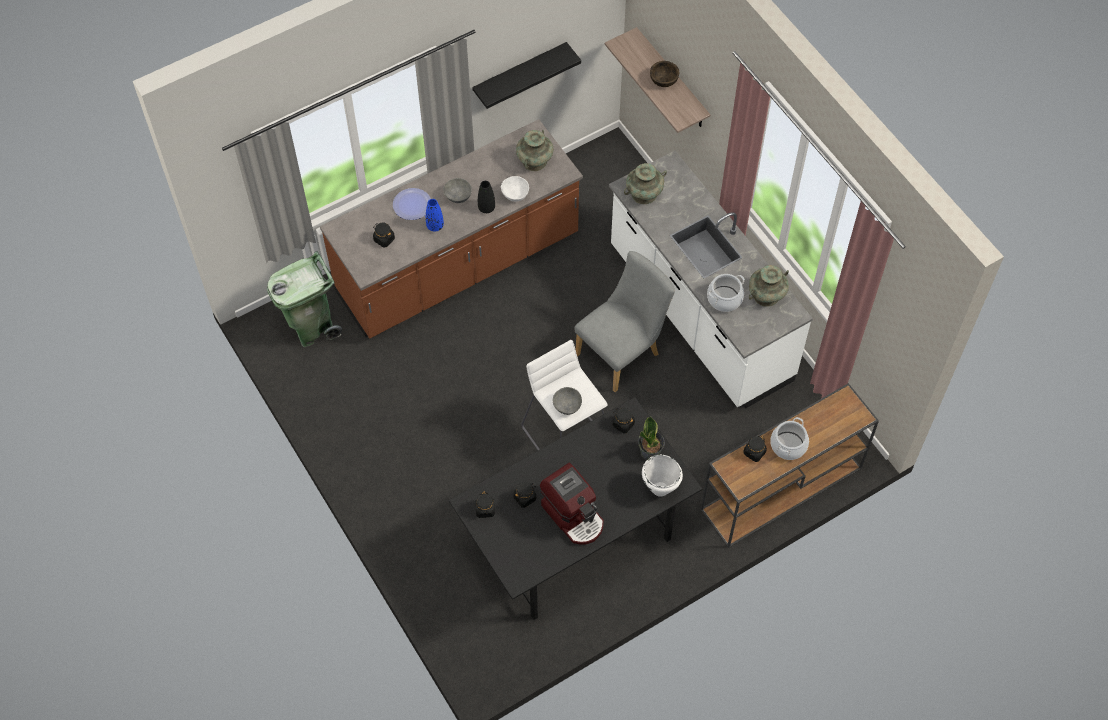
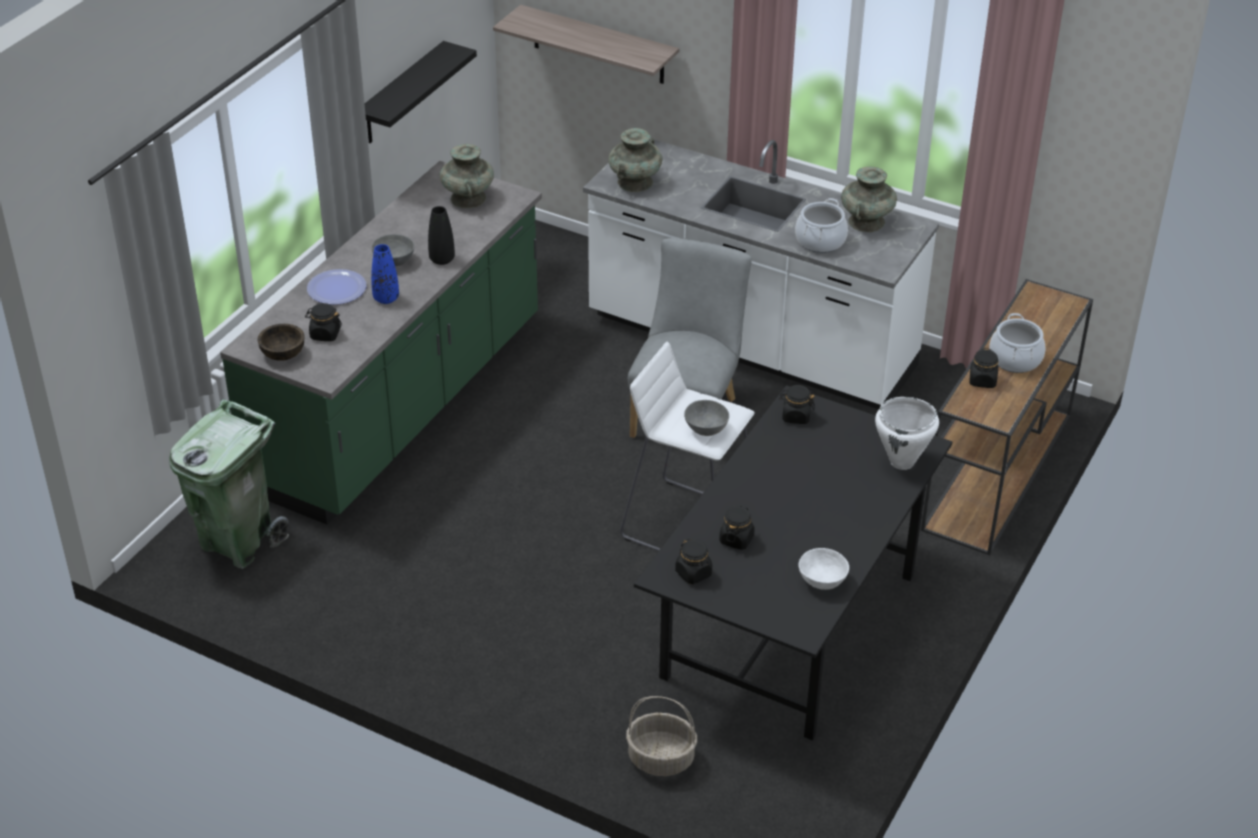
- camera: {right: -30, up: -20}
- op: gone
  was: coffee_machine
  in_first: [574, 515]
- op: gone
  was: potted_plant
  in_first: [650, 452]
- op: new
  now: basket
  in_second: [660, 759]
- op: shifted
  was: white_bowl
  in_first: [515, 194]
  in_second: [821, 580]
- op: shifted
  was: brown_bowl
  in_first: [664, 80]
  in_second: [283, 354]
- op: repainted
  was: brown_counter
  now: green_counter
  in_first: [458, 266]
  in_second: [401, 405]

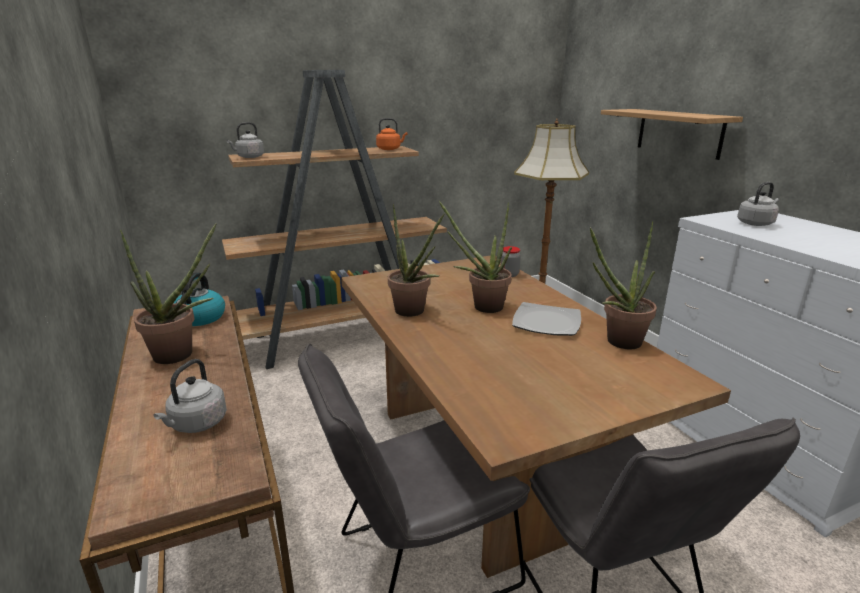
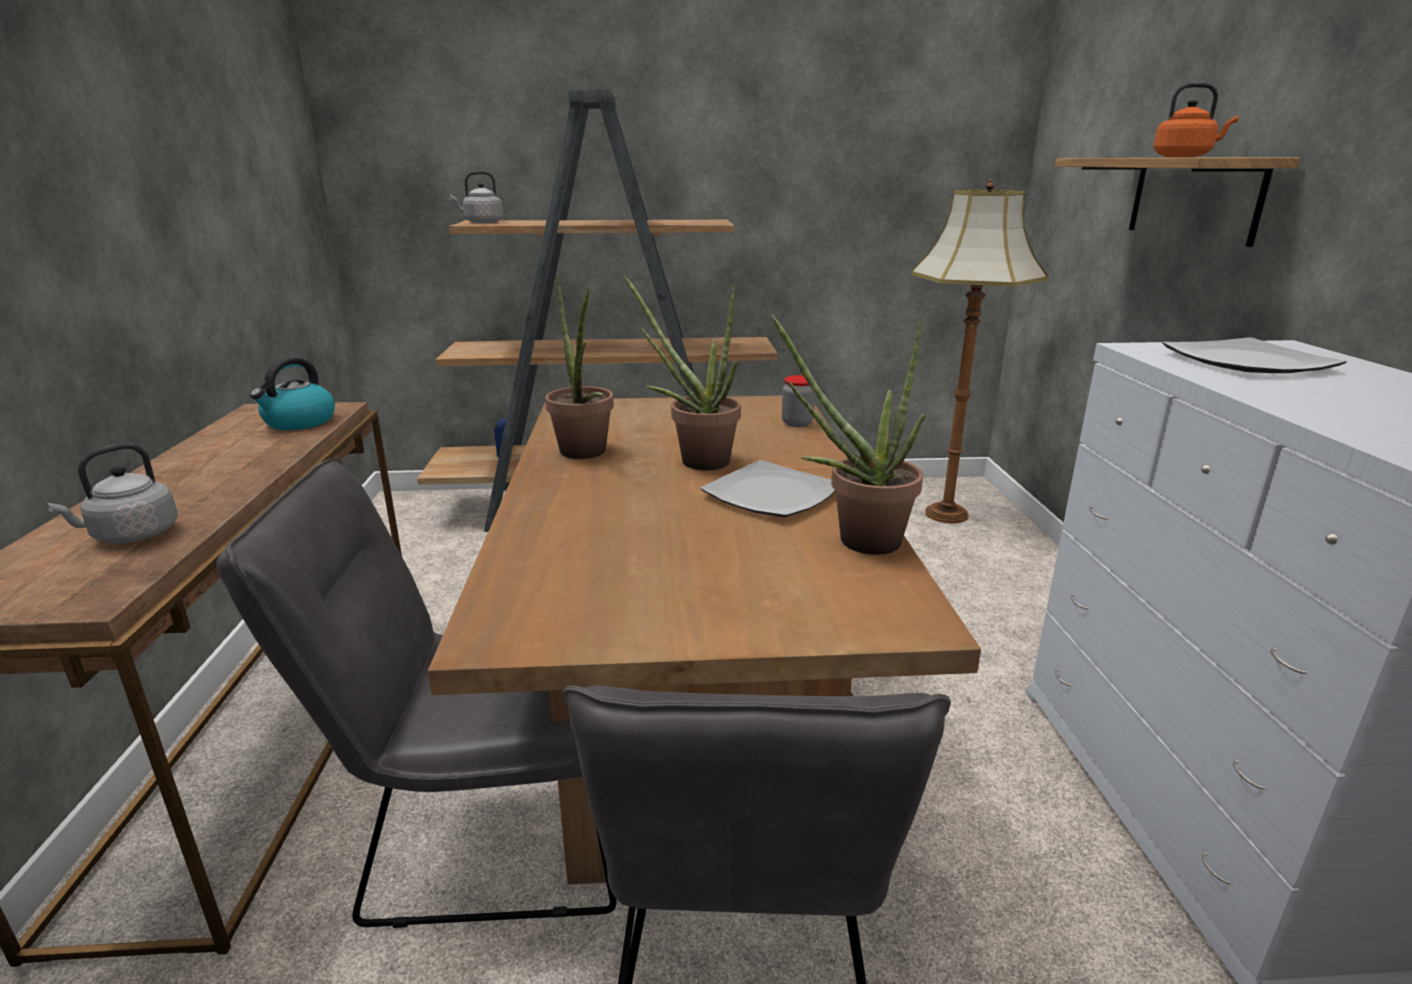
- camera: {right: 20, up: 0}
- op: gone
  was: potted_plant
  in_first: [181, 355]
- op: shifted
  was: orange_kettle
  in_first: [390, 149]
  in_second: [1184, 157]
- op: swapped
  was: grey_kettle
  now: plate
  in_first: [756, 223]
  in_second: [1247, 361]

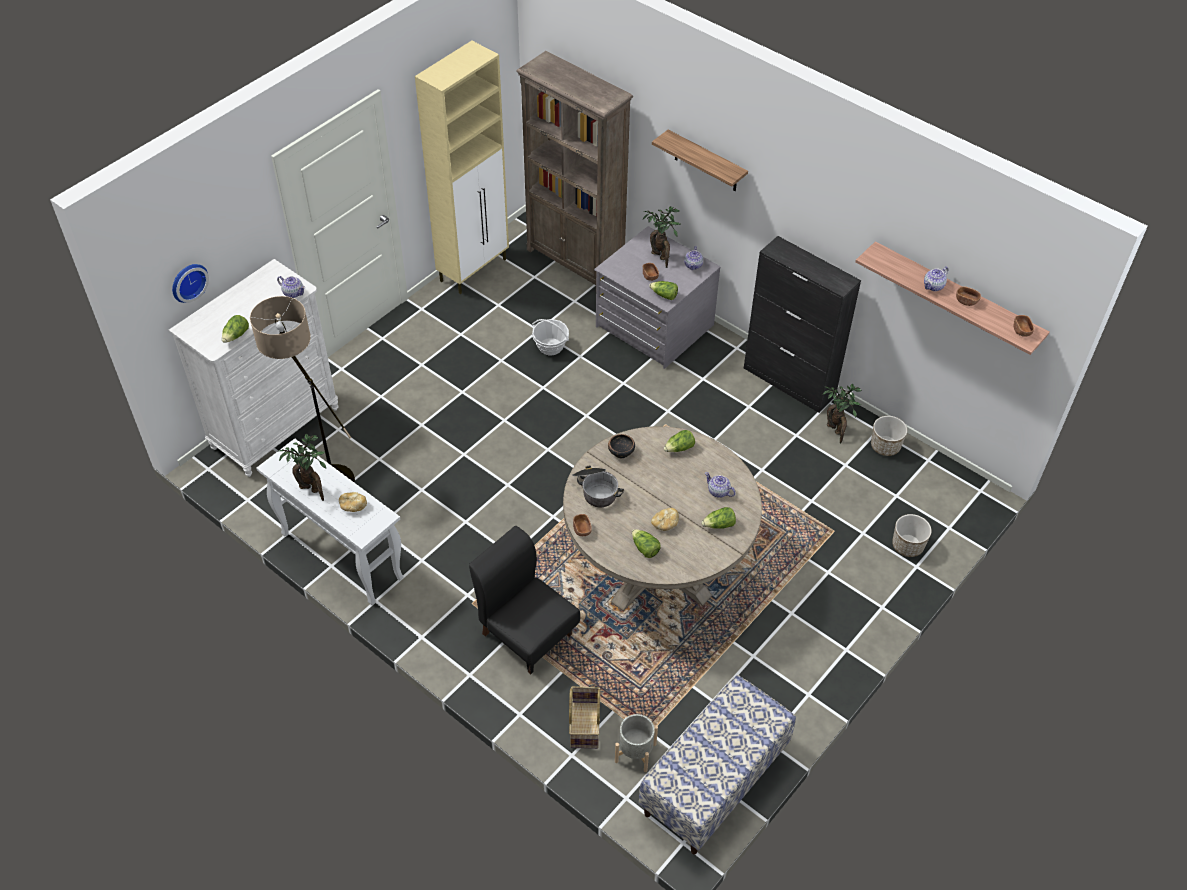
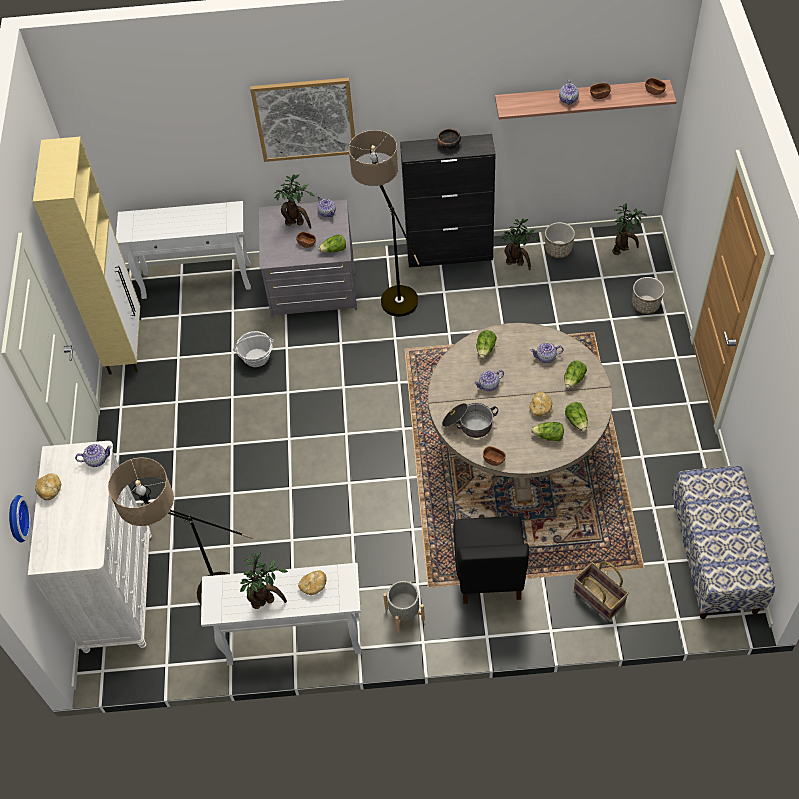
- camera: {right: -40, up: 5}
- op: new
  now: bread
  in_second: [50, 490]
- op: new
  now: floor_lamp
  in_second: [391, 292]
- op: new
  now: teapot
  in_second: [488, 385]
- op: new
  now: potted_plant
  in_second: [623, 250]
- op: shifted
  was: lettuce
  in_first: [236, 336]
  in_second: [577, 421]
- op: shifted
  was: bowl
  in_first: [621, 452]
  in_second: [449, 145]
- op: shifted
  was: grey_planter
  in_first: [635, 753]
  in_second: [405, 614]
- op: swapped
  was: brown_bookcase
  now: white_console_table
  in_first: [575, 262]
  in_second: [198, 280]
- op: swapped
  was: shelf
  now: picture
  in_first: [706, 162]
  in_second: [305, 119]
- op: rotated
  was: black_chair
  in_first: [527, 633]
  in_second: [489, 573]
  clockwise: -90

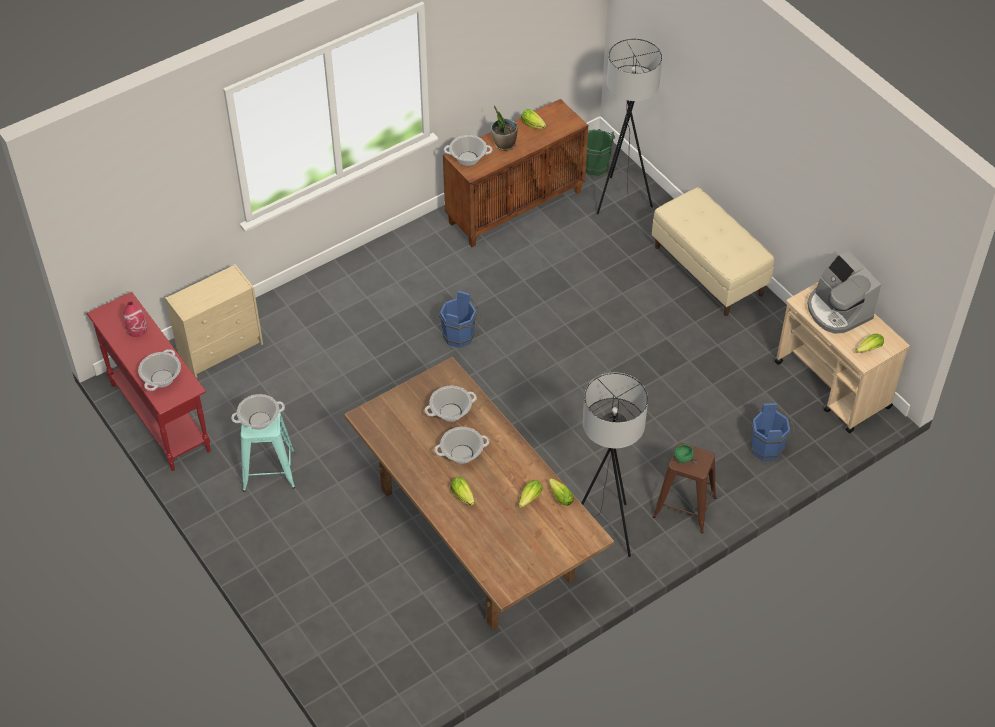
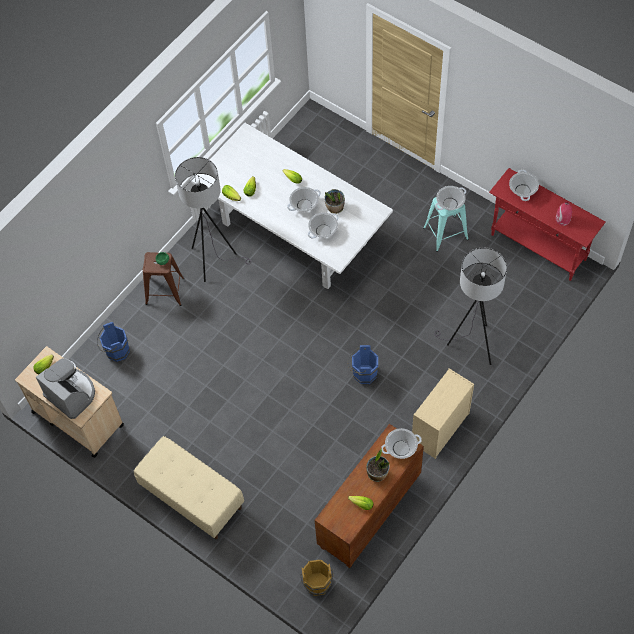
- camera: {right: 165, up: 10}
- op: new
  now: potted_plant
  in_second: [335, 208]
- op: shifted
  was: beige_dresser
  in_first: [221, 348]
  in_second: [440, 429]
- op: shifted
  was: grey_floor_lamp
  in_first: [625, 200]
  in_second: [470, 345]
- op: repainted
  was: brown_dining_table
  now: white_dining_table
  in_first: [477, 535]
  in_second: [293, 232]
- op: repainted
  was: green_bucket
  now: brown_bucket
  in_first: [596, 164]
  in_second: [317, 586]

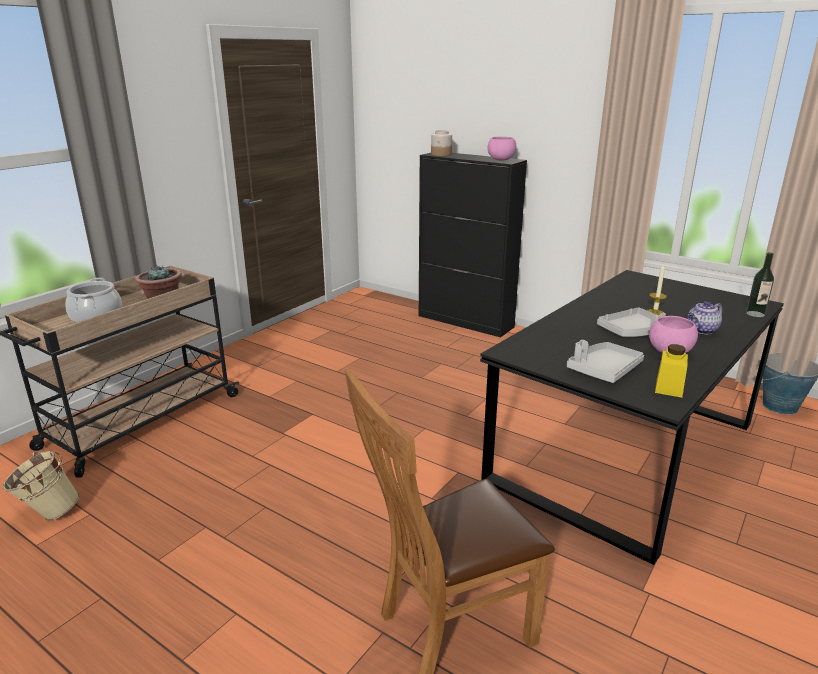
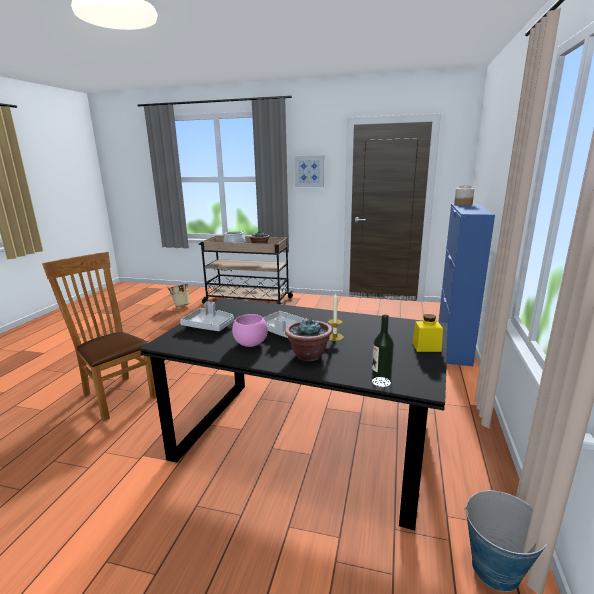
- camera: {right: 70, up: -5}
- op: gone
  was: pink_bowl
  in_first: [501, 160]
- op: new
  now: picture
  in_second: [309, 171]
- op: shifted
  was: yellow_jar
  in_first: [669, 388]
  in_second: [426, 347]
- op: swapped
  was: teapot
  now: potted_plant
  in_first: [701, 330]
  in_second: [308, 355]
- op: repainted
  was: black_cabinet
  now: blue_cabinet
  in_first: [465, 321]
  in_second: [453, 346]

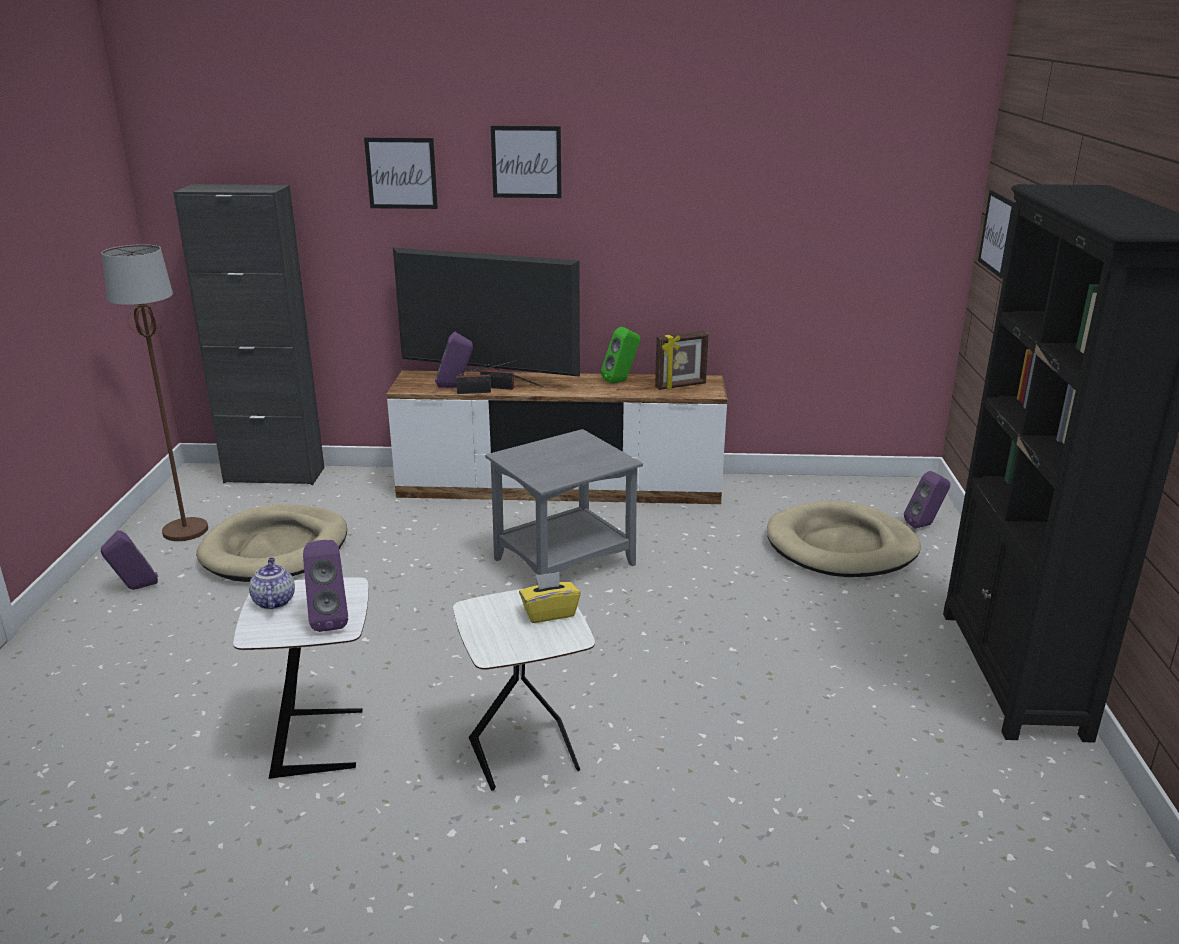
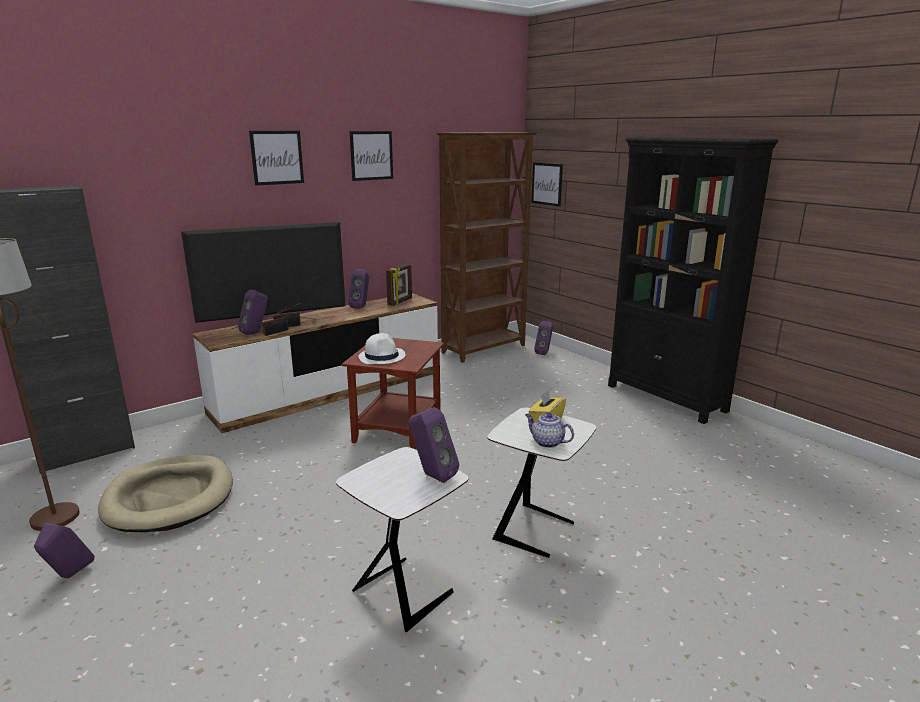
- camera: {right: -40, up: -5}
- op: gone
  was: beige_dog_bed
  in_first: [841, 546]
- op: new
  now: white_hat
  in_second: [382, 356]
- op: new
  now: brown_bookcase
  in_second: [485, 349]
- op: shifted
  was: teapot
  in_first: [273, 601]
  in_second: [547, 442]
- op: shifted
  was: picture
  in_first: [401, 173]
  in_second: [371, 155]
- op: repainted
  was: grey_side_table
  now: brown_side_table
  in_first: [563, 561]
  in_second: [396, 428]
- op: repainted
  was: green_speaker
  now: purple_speaker
  in_first: [621, 381]
  in_second: [361, 307]

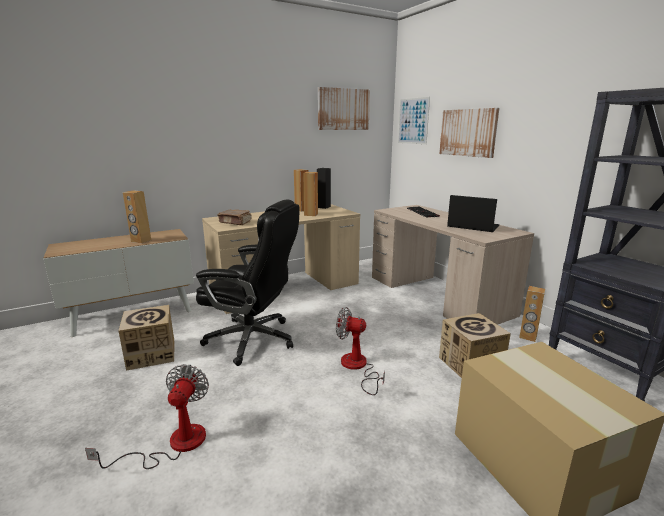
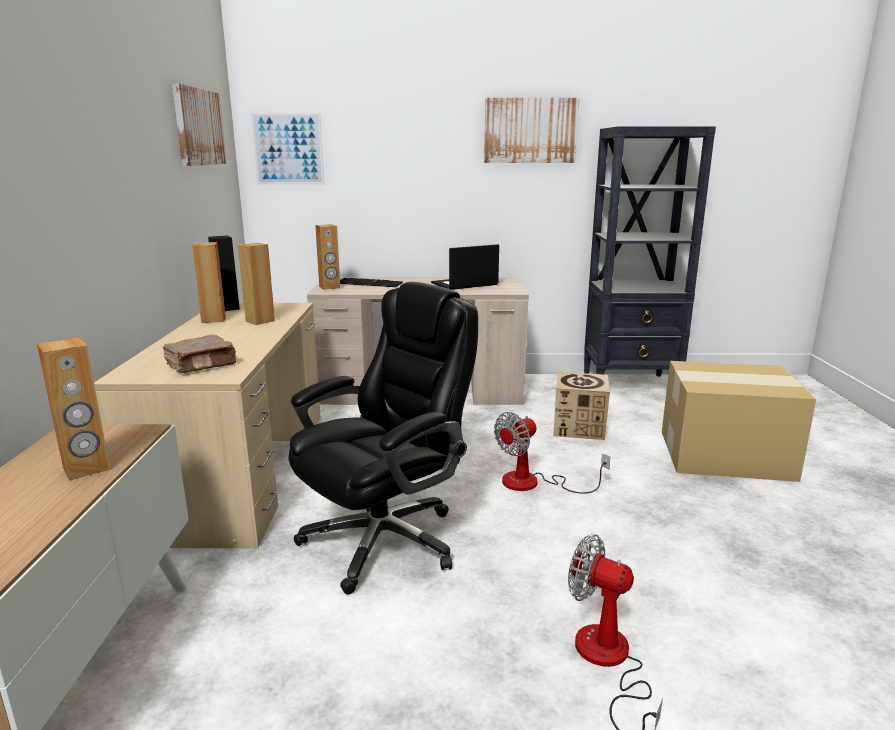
- camera: {right: -60, up: 0}
- op: gone
  was: cardboard_box
  in_first: [151, 354]
- op: shifted
  was: picture
  in_first: [468, 132]
  in_second: [530, 131]
- op: shifted
  was: brown_speaker
  in_first: [528, 337]
  in_second: [329, 287]

